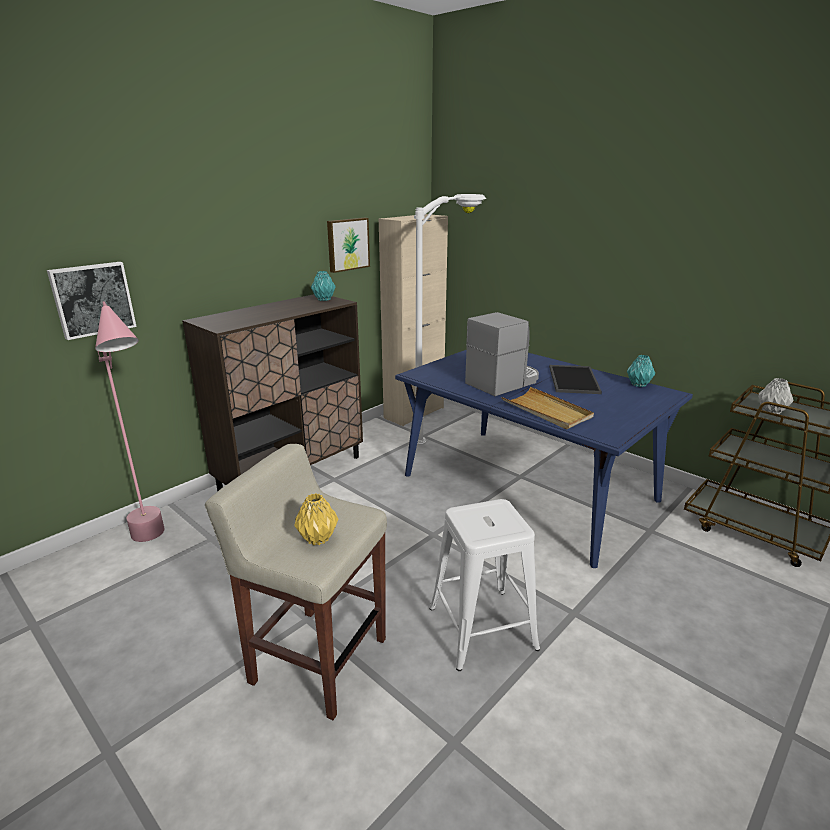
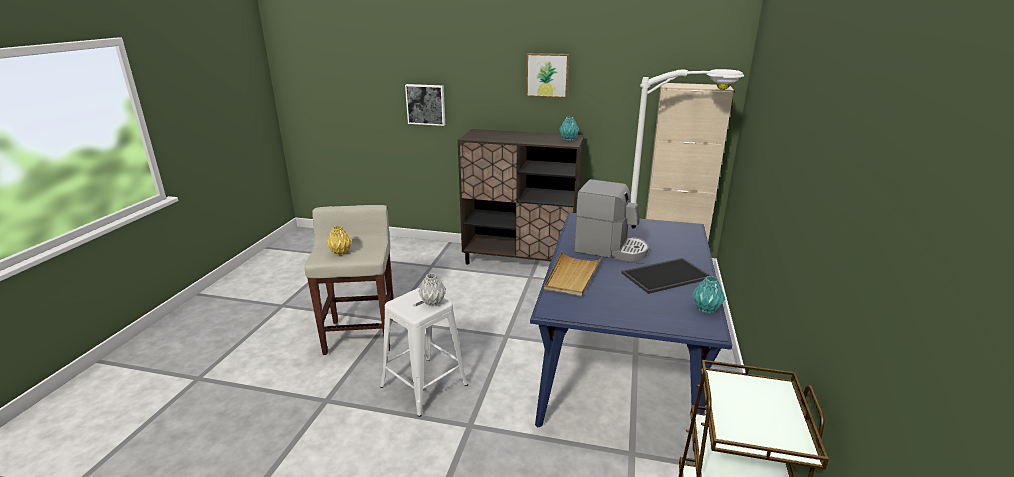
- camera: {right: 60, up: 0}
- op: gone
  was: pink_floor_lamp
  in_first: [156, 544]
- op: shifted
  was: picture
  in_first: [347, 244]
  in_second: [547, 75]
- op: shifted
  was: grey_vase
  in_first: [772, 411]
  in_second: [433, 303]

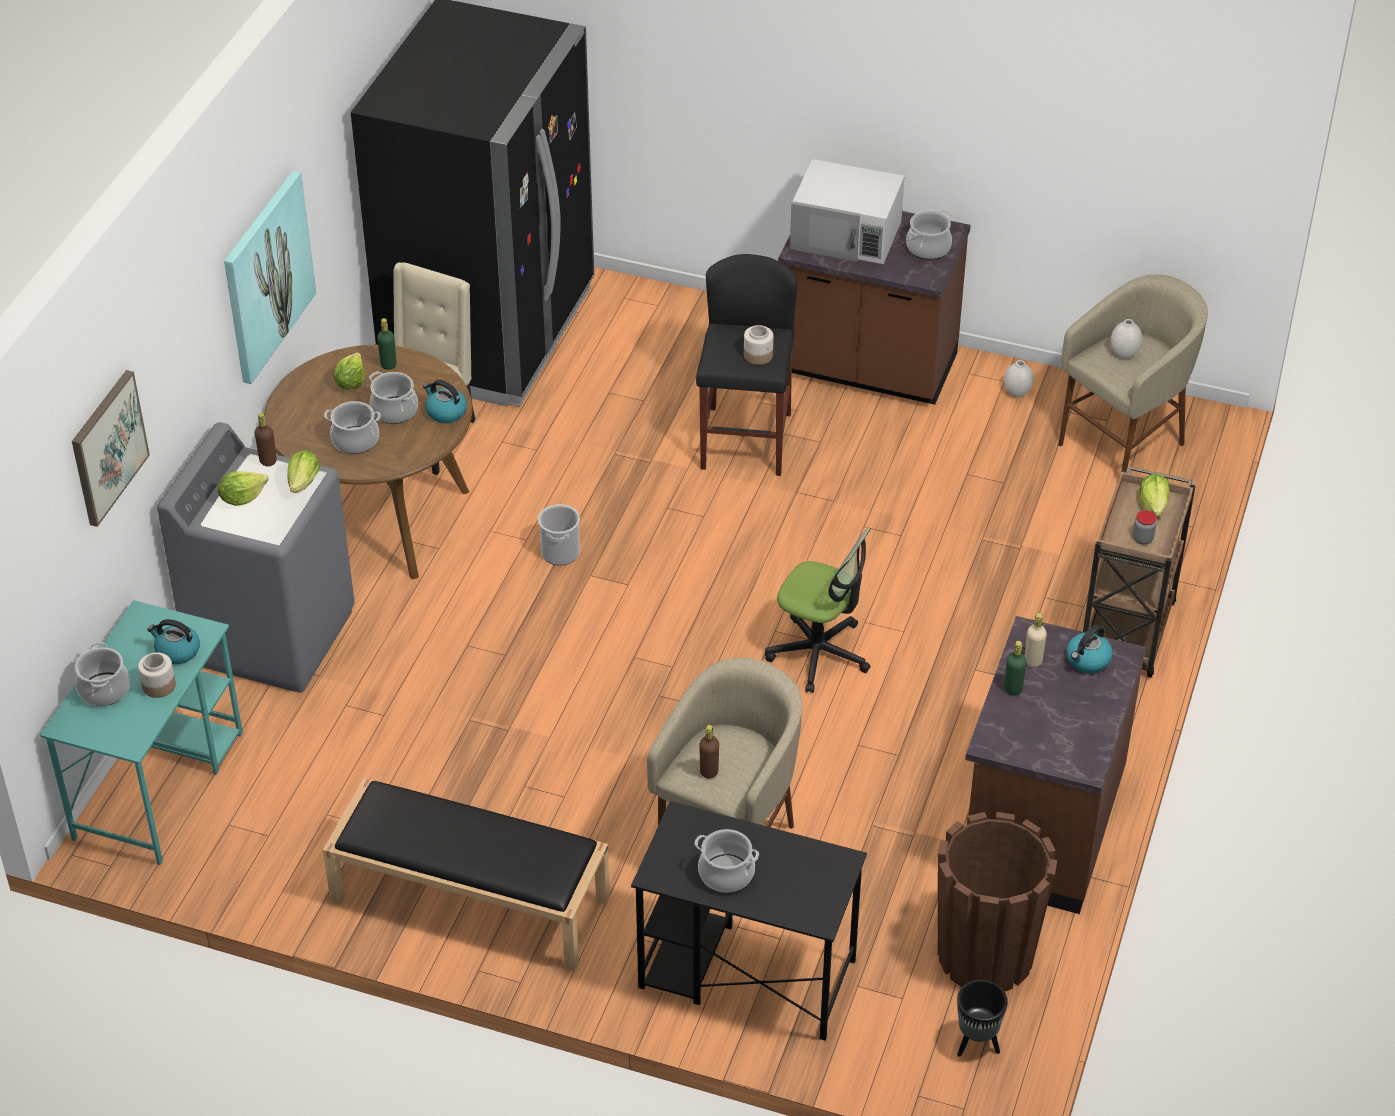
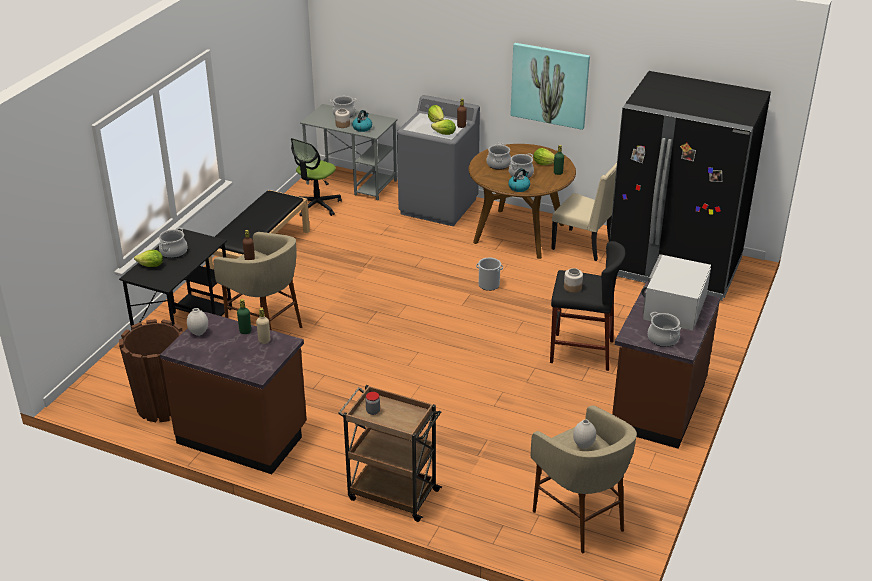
- camera: {right: 95, up: -10}
- op: gone
  was: picture
  in_first: [108, 447]
- op: gone
  was: black_planter
  in_first: [977, 1044]
- op: gone
  was: kettle
  in_first: [1087, 660]
- op: shifted
  was: office_chair
  in_first: [819, 653]
  in_second: [316, 206]
- op: shifted
  was: white_vase
  in_first: [1017, 393]
  in_second: [198, 333]
- op: shifted
  was: lettuce
  in_first: [1153, 506]
  in_second: [151, 266]
- op: repainted
  was: turquoise_desk
  now: grey_desk
  in_first: [159, 784]
  in_second: [352, 182]

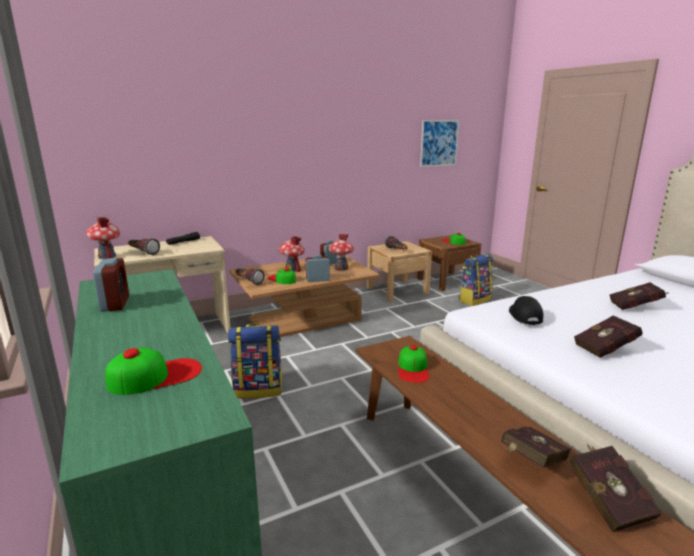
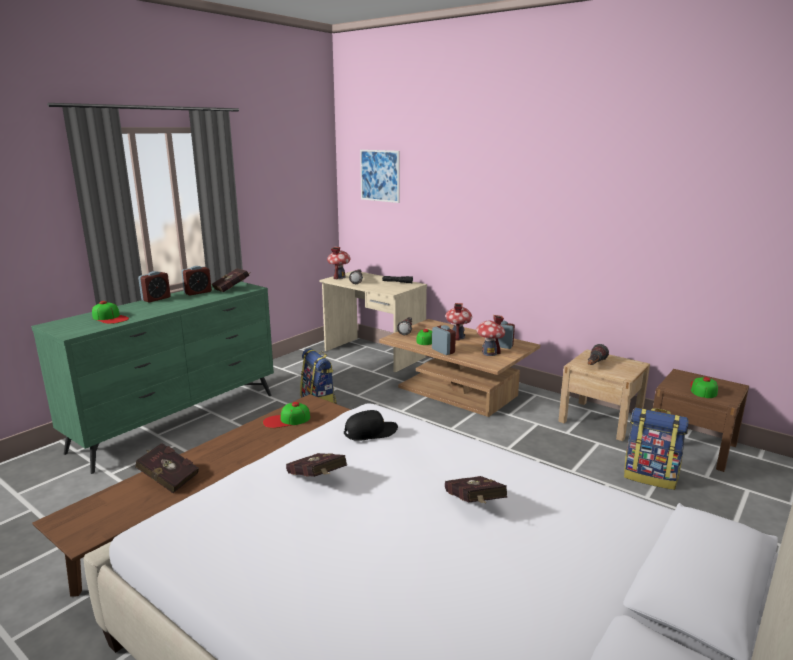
- camera: {right: 65, up: 0}
- op: new
  now: alarm_clock
  in_second: [156, 299]
- op: shifted
  was: picture
  in_first: [439, 143]
  in_second: [380, 175]
- op: shifted
  was: red_book
  in_first: [606, 499]
  in_second: [233, 288]

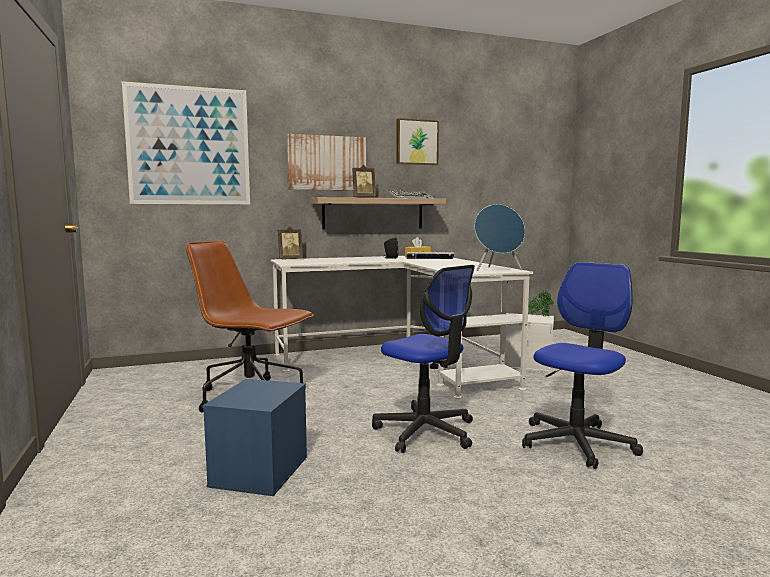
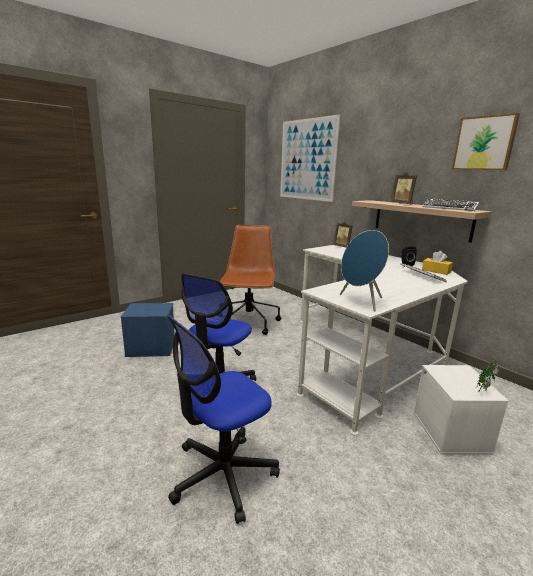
- camera: {right: 70, up: 10}
- op: gone
  was: picture
  in_first: [327, 163]
- op: rotated
  was: office_chair
  in_first: [576, 443]
  in_second: [223, 474]
  clockwise: 120

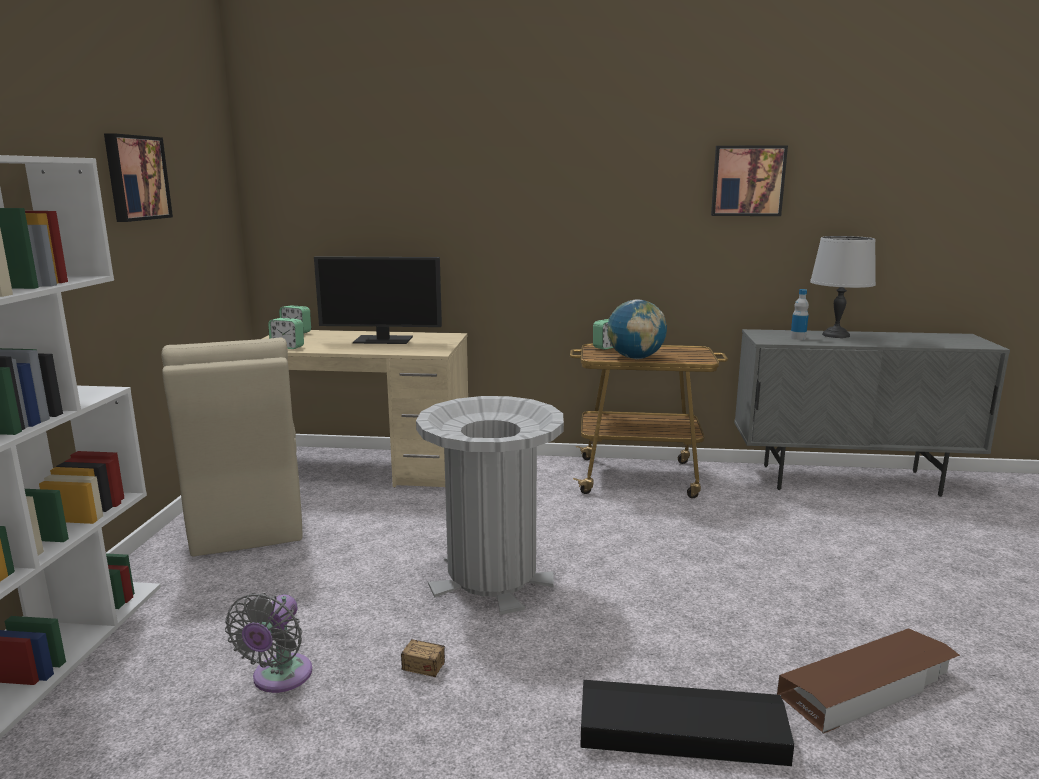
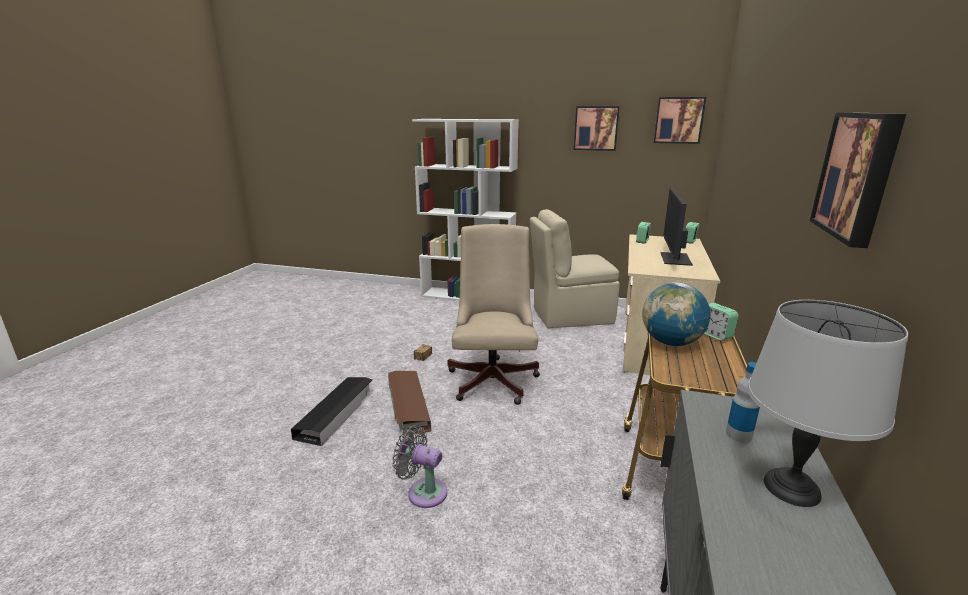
- camera: {right: 100, up: 5}
- op: new
  now: picture
  in_second: [678, 120]
- op: shifted
  was: grey_fan
  in_first: [279, 678]
  in_second: [423, 492]
- op: shifted
  was: brown_storage_box
  in_first: [868, 687]
  in_second: [408, 406]
- op: swapped
  was: grey_trash_can
  now: beige_office_chair
  in_first: [492, 578]
  in_second: [494, 378]

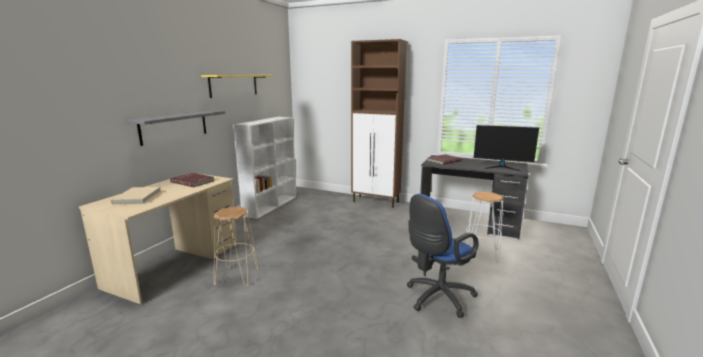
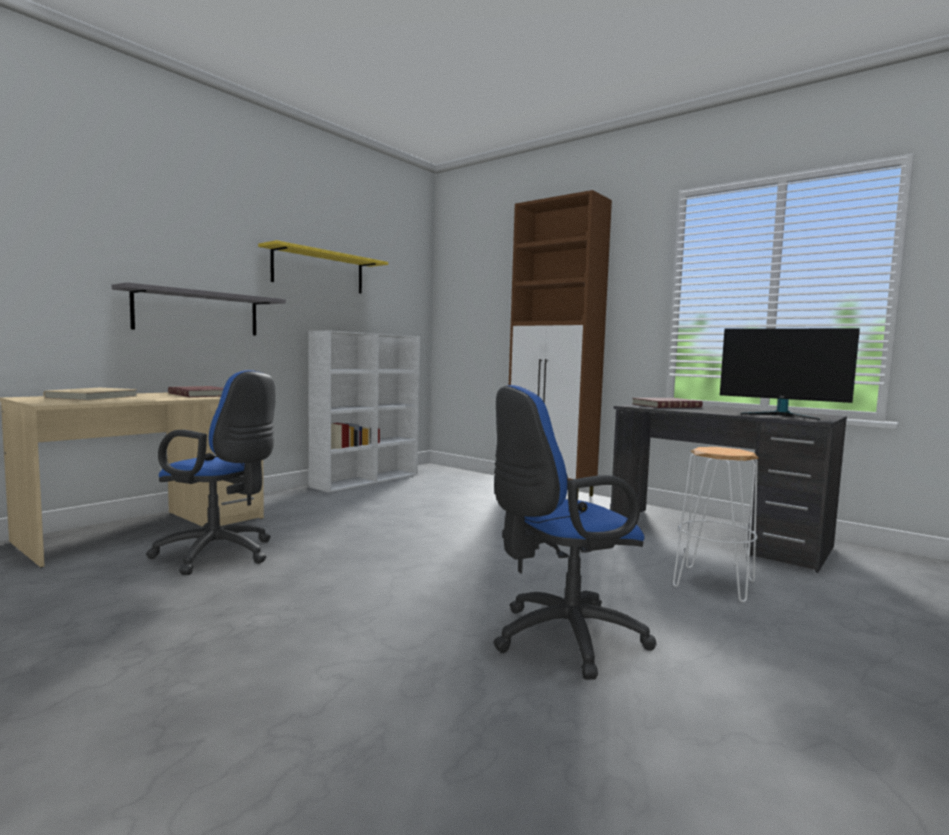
- camera: {right: 15, up: -10}
- op: swapped
  was: beige_stool
  now: blue_office_chair
  in_first: [237, 277]
  in_second: [220, 555]

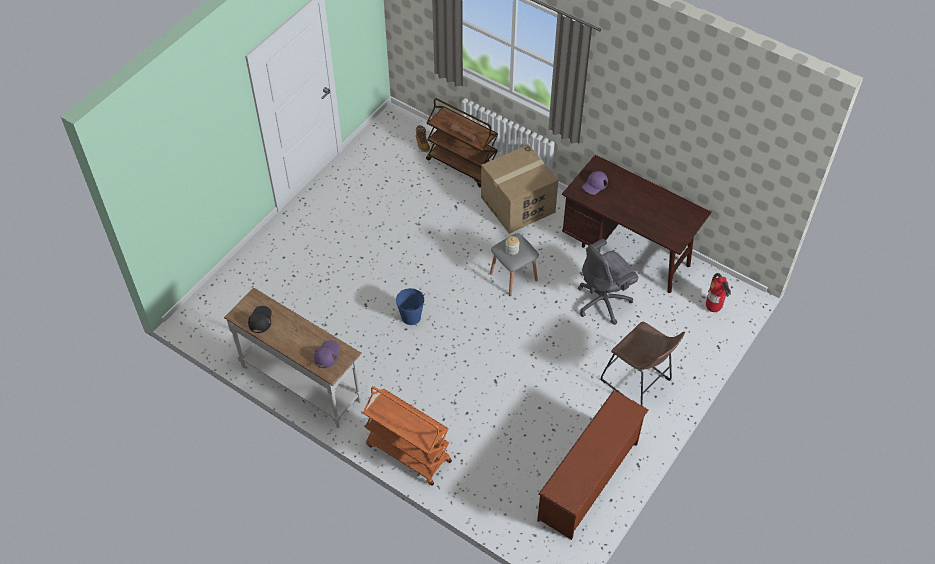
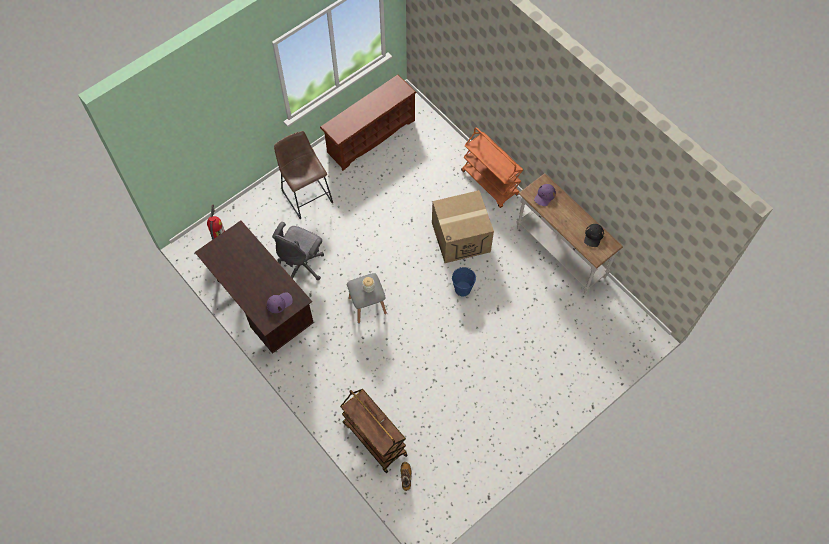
- camera: {right: -165, up: 10}
- op: shifted
  was: cardboard_box
  in_first: [517, 205]
  in_second: [461, 237]
- op: rotated
  was: grey_office_chair
  in_first: [604, 302]
  in_second: [302, 265]
  clockwise: 135

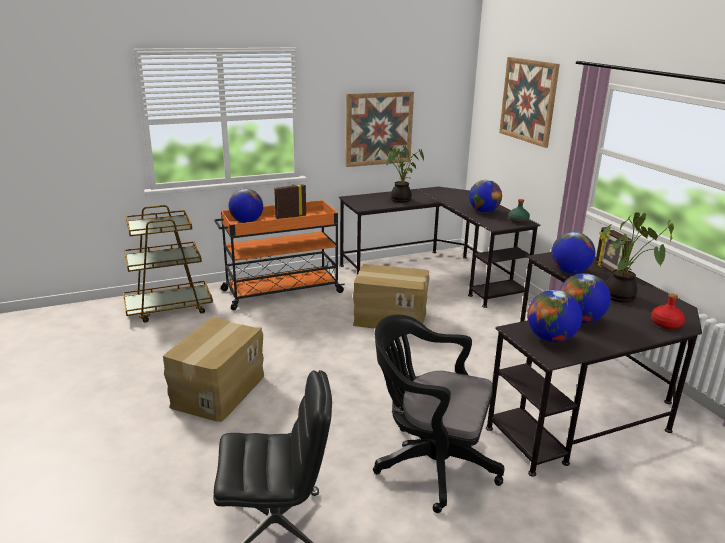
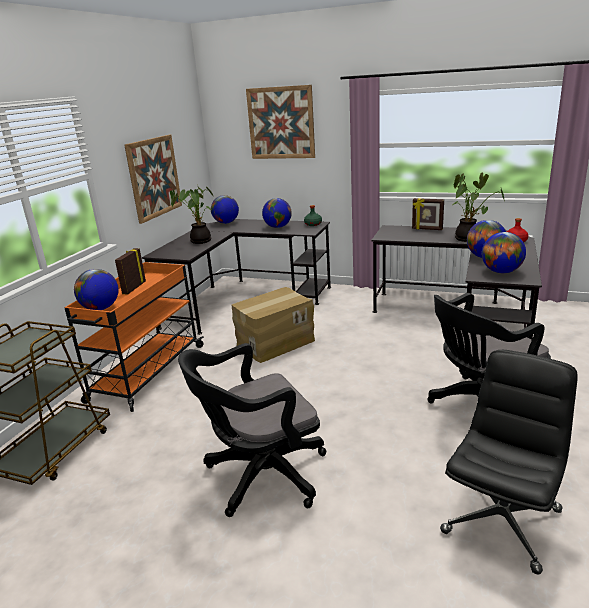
- camera: {right: -45, up: 0}
- op: shifted
  was: globe
  in_first: [569, 271]
  in_second: [226, 223]
- op: swapped
  was: cardboard_box
  now: black_office_chair
  in_first: [217, 391]
  in_second: [260, 476]

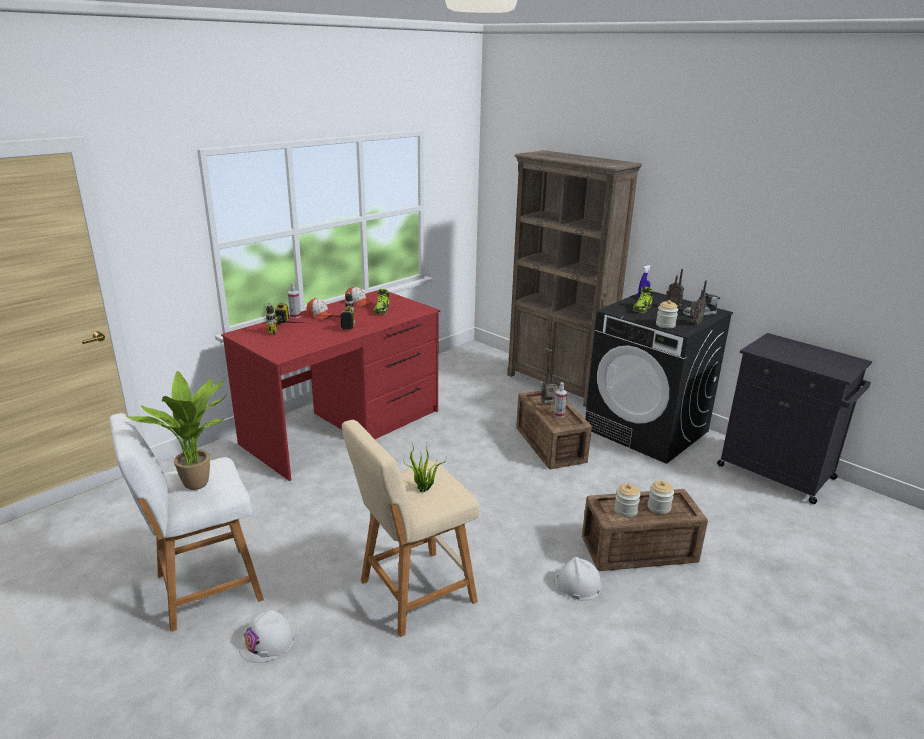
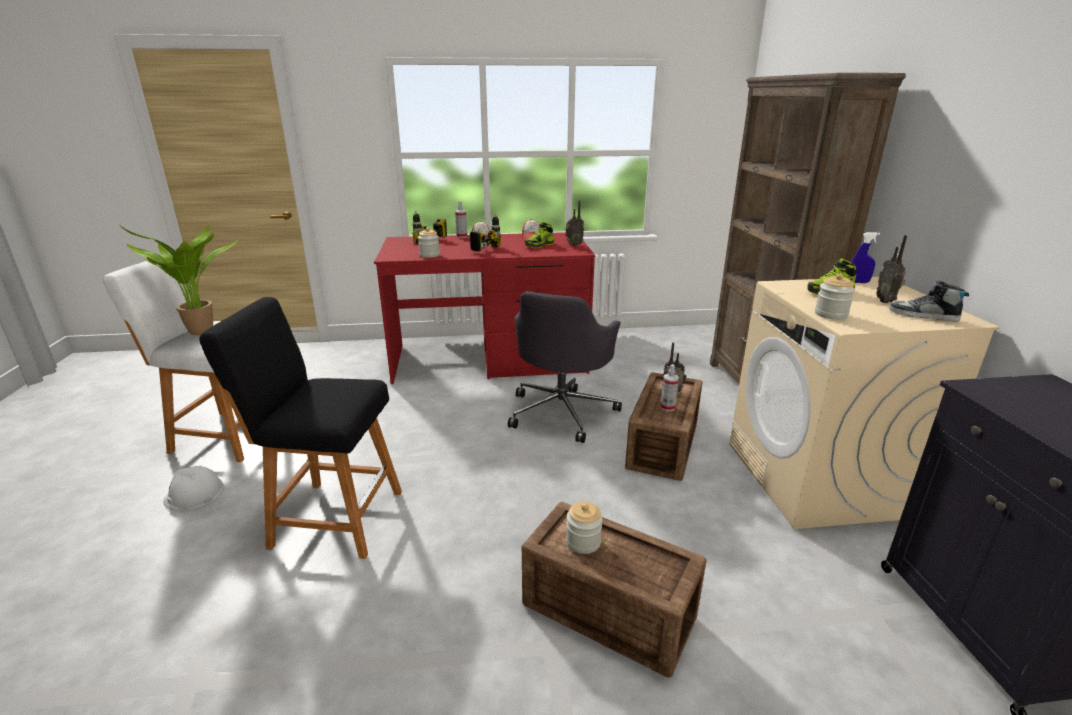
- camera: {right: 40, up: 0}
- op: gone
  was: potted_plant
  in_first: [424, 490]
- op: gone
  was: white_hard_hat
  in_first: [577, 583]
- op: new
  now: grey_office_chair
  in_second: [562, 411]
- op: shifted
  was: jar
  in_first: [659, 507]
  in_second: [429, 255]
- op: shifted
  was: radio
  in_first: [694, 324]
  in_second: [573, 245]
- op: repainted
  was: beige_stool
  now: black_stool
  in_first: [412, 593]
  in_second: [331, 517]
- op: repainted
  was: black_washing_machine
  now: beige_washing_machine
  in_first: [647, 430]
  in_second: [819, 478]

